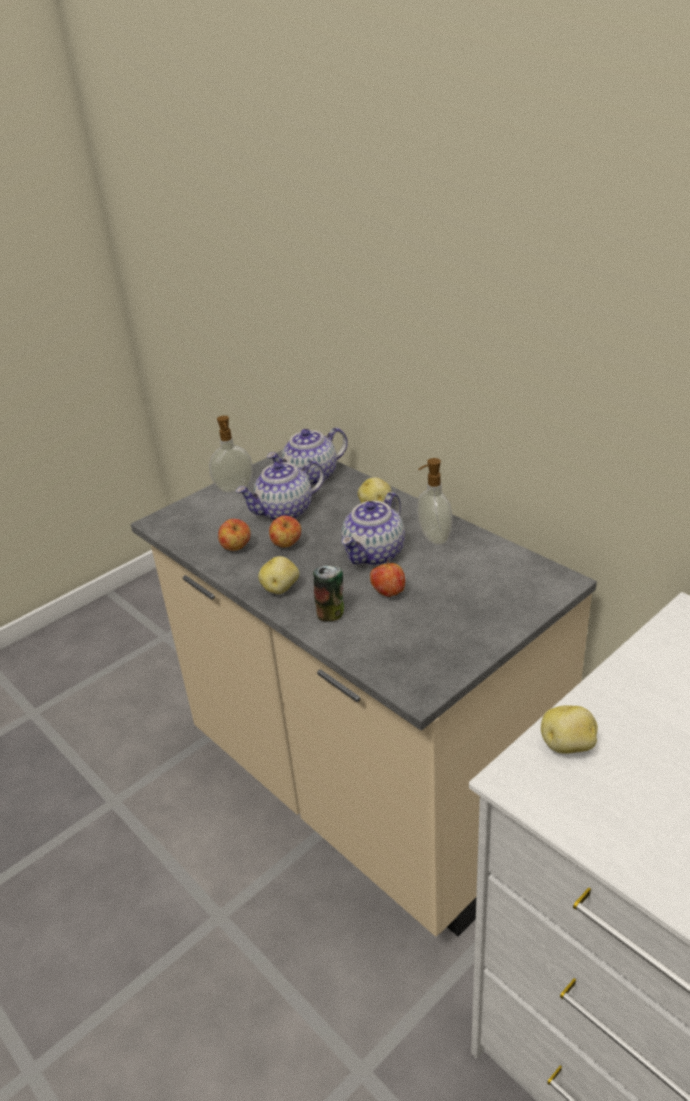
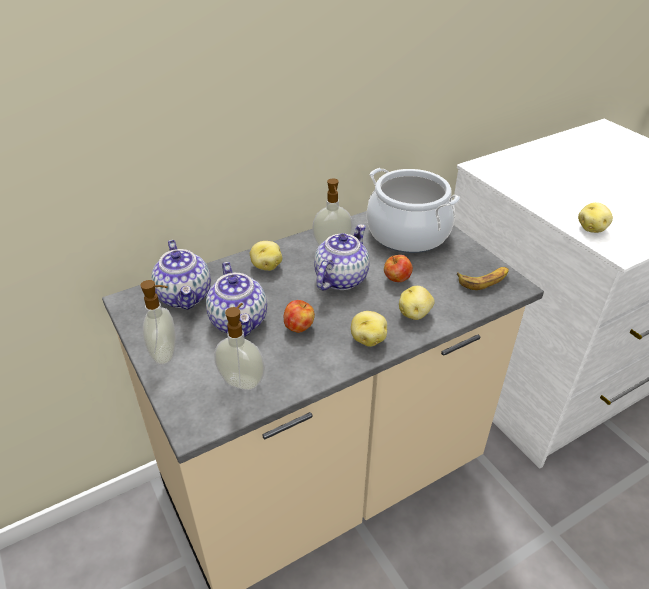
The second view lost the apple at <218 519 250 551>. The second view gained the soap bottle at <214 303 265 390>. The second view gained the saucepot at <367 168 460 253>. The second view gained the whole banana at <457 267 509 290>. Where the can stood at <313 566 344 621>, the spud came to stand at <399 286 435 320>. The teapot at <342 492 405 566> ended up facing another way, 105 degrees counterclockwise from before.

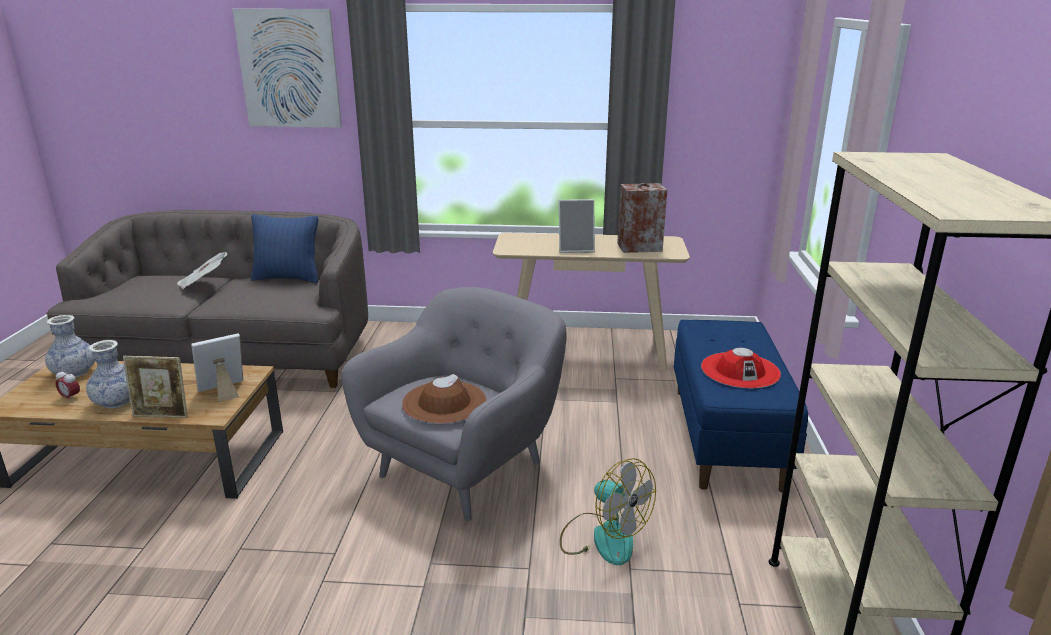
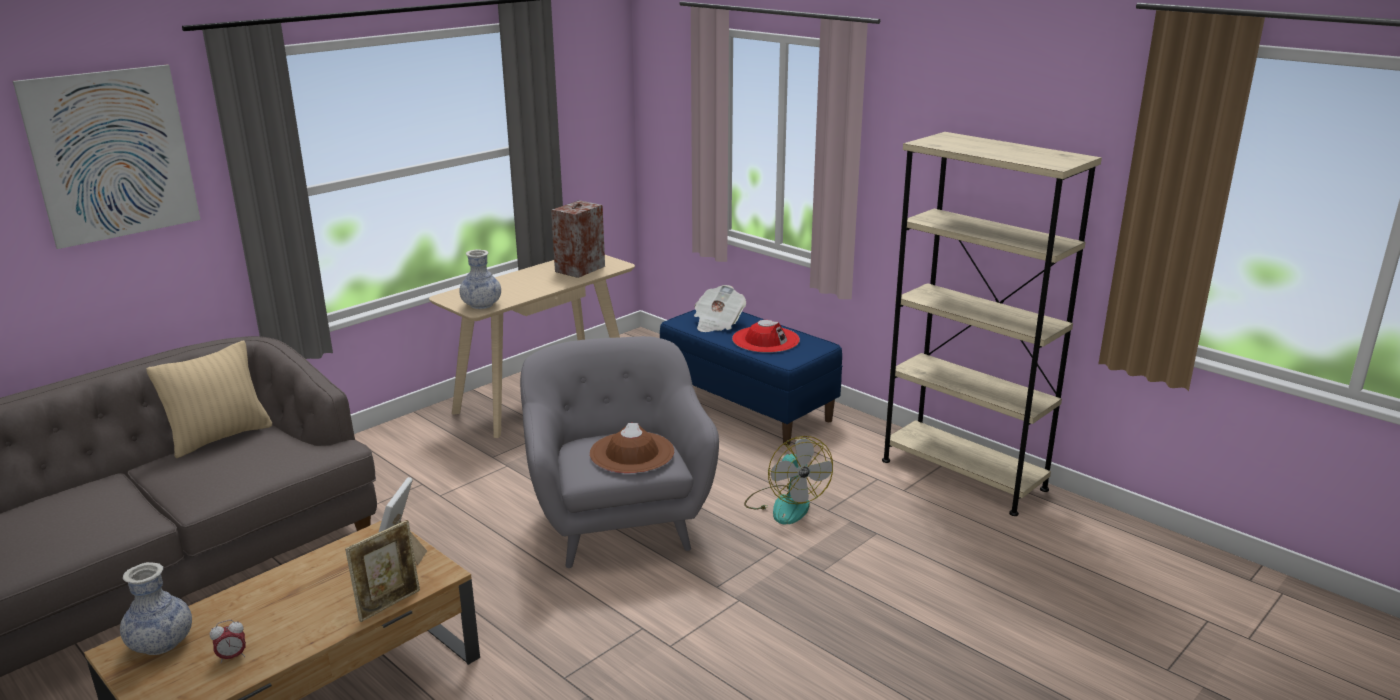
The second view lost the standing frame at <559 199 595 253>. The decorative vase ended up elsewhere, having gone from <86 340 130 408> to <459 249 501 309>. The daily paper ended up elsewhere, having gone from <177 252 227 289> to <694 285 746 332>. What was the throw pillow (bluish) at <251 214 319 283> turned into the throw pillow (beige-coloured) at <146 340 272 458>. The fan at <560 458 656 565> ended up facing another way, 75 degrees clockwise from before.

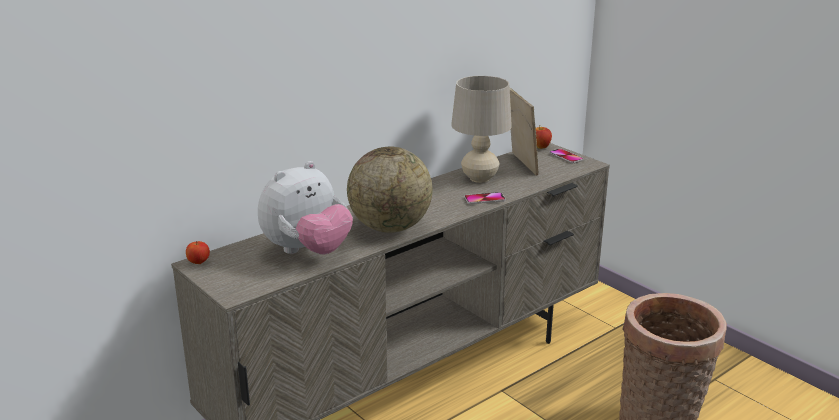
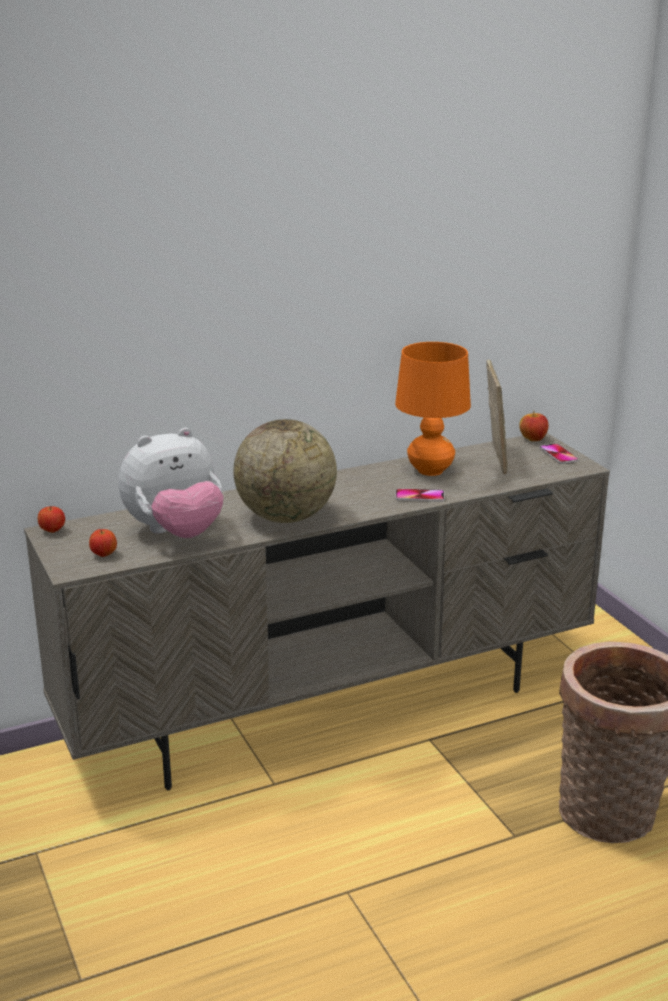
The second view gained the apple at <89 529 117 557>. What was the lamp for a table (beige-coloured) at <451 76 512 183> turned into the lamp for a table (orange-coloured) at <395 342 471 476>.

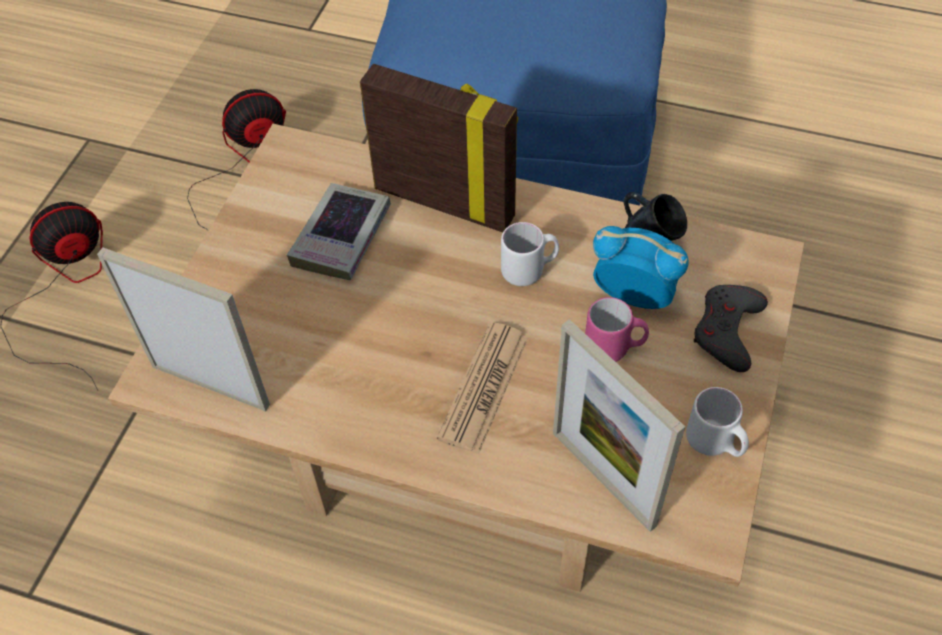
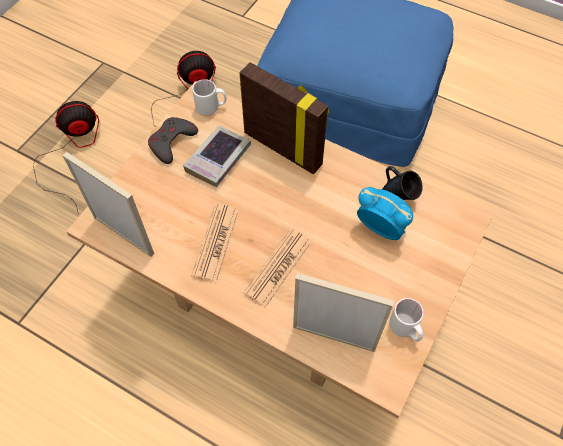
The second view lost the tea mug (pink) at <585 297 649 362>. The second view gained the daily paper at <191 204 239 283>. The tea mug (white-coloured) ended up elsewhere, having gone from <501 222 559 286> to <192 79 226 116>. The game controller (gray) ended up elsewhere, having gone from <694 285 768 372> to <148 117 198 164>. The standing frame at <553 319 685 532> ended up facing another way, 135 degrees clockwise from before.

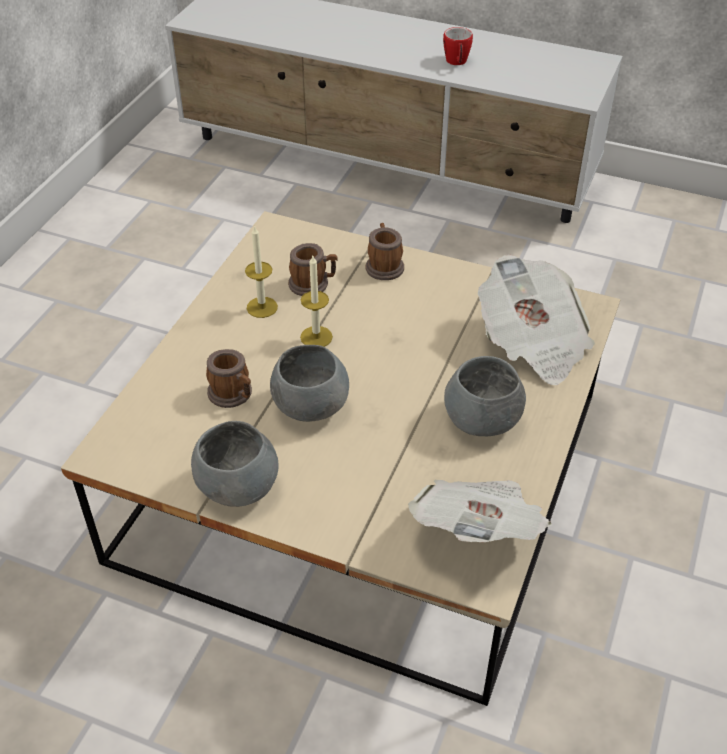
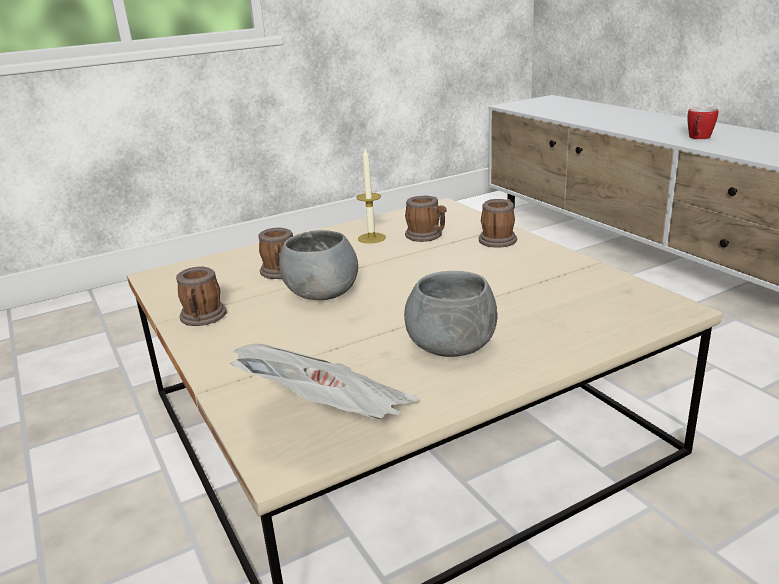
The second view lost the candle at <300 256 333 347>. The second view lost the daily paper at <478 254 595 385>. Where the serving bowl (gray) stood at <191 421 279 507>, the tea mug came to stand at <176 267 227 326>.

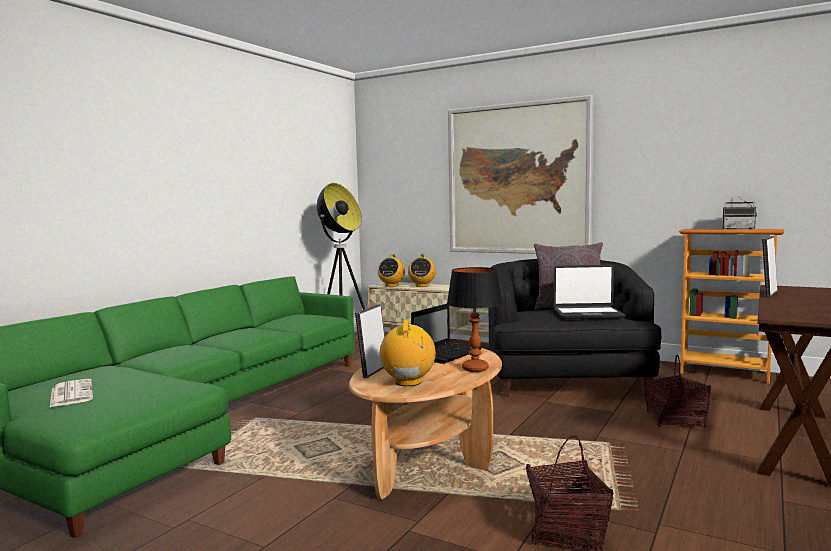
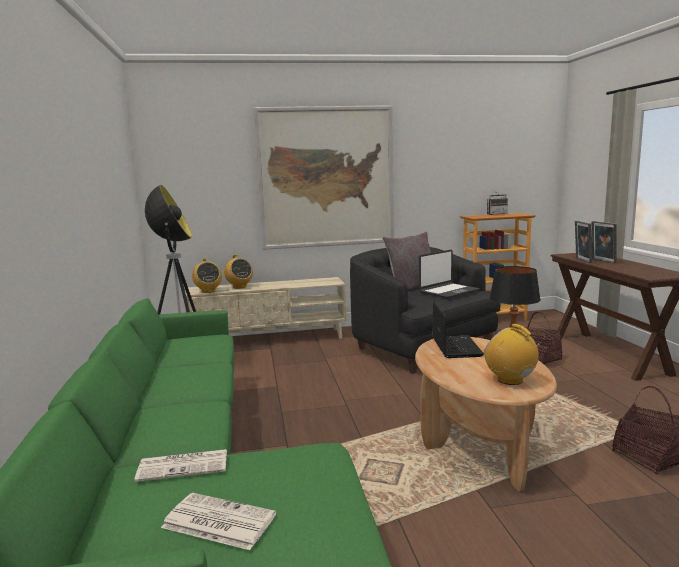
The second view gained the daily paper at <134 449 227 482>. The standing frame ended up elsewhere, having gone from <355 304 385 378> to <592 221 617 264>.

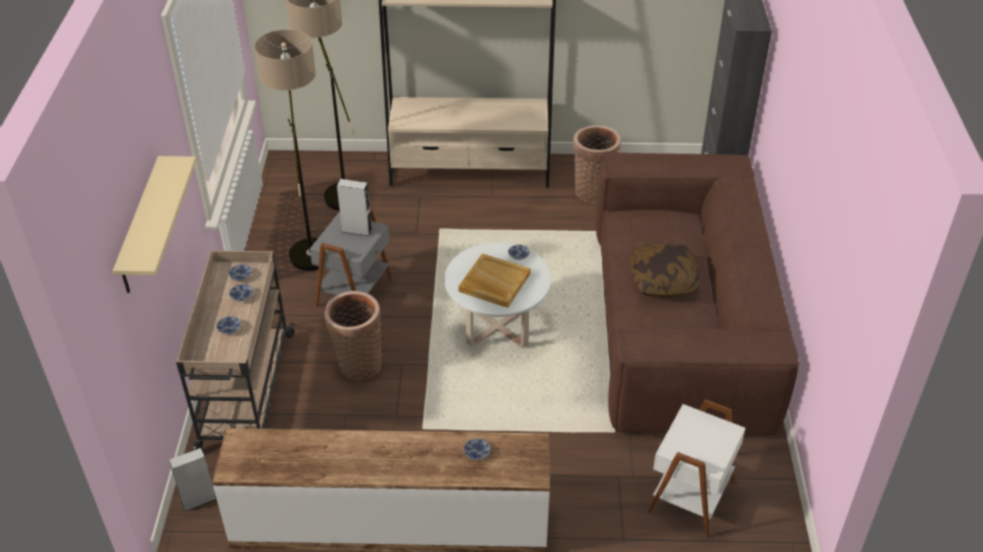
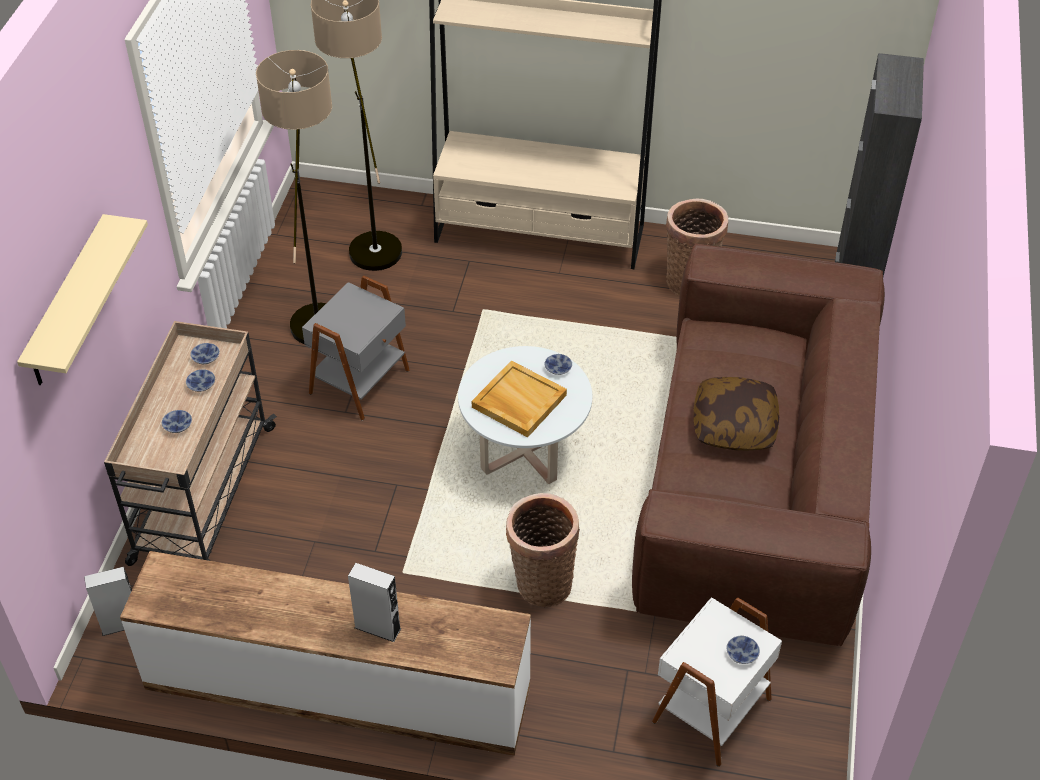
The household basket ended up elsewhere, having gone from <325 291 382 380> to <506 493 580 607>. The audio speaker (gray) ended up elsewhere, having gone from <337 179 372 236> to <348 563 401 642>. The serving bowl ended up elsewhere, having gone from <463 439 490 460> to <727 636 760 664>.

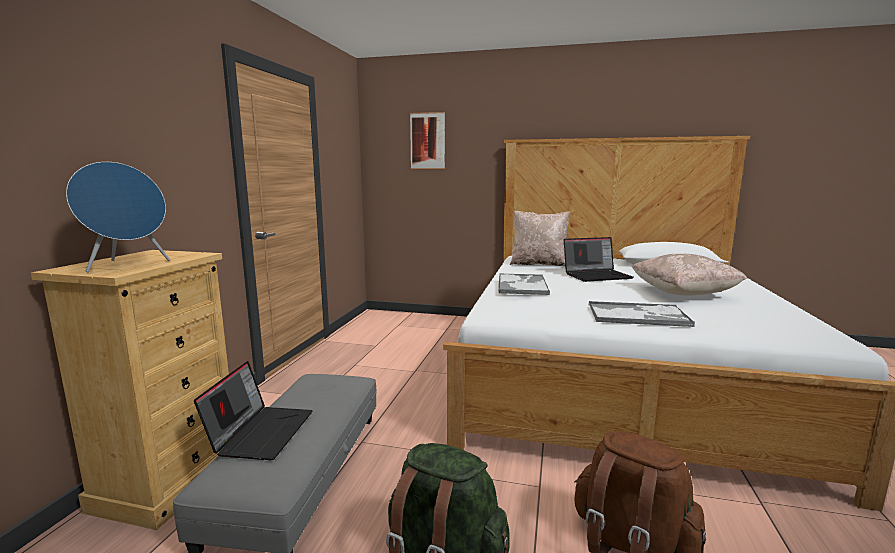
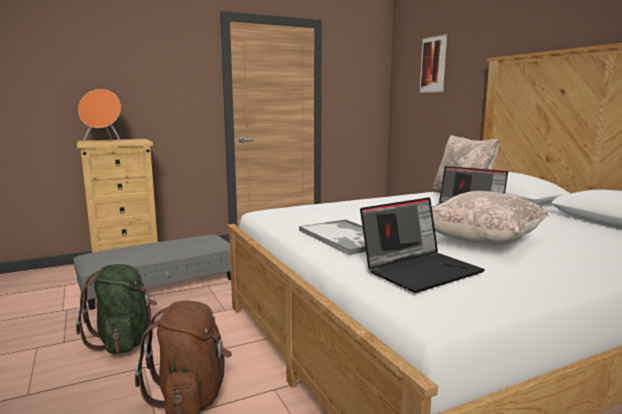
The second view lost the tray at <498 274 550 295>. The notebook computer ended up elsewhere, having gone from <194 361 312 460> to <360 197 485 293>. What was the audio speaker (bluish) at <66 162 170 272> turned into the audio speaker (orange-coloured) at <78 89 121 142>.

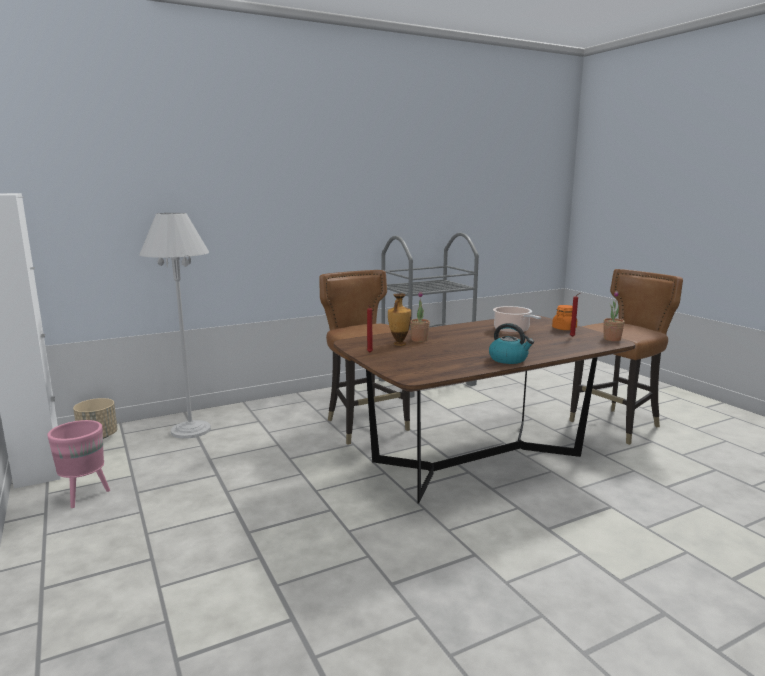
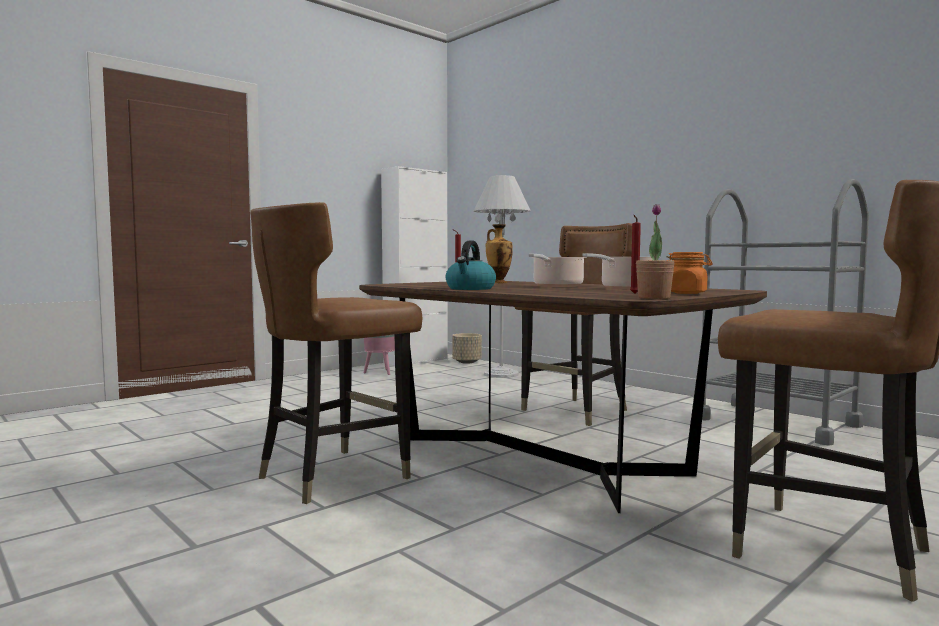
The second view lost the plant in a pot at <410 291 430 342>. The second view gained the plain chair (brownish) at <250 202 422 504>. The second view gained the saucepot at <529 254 586 287>.

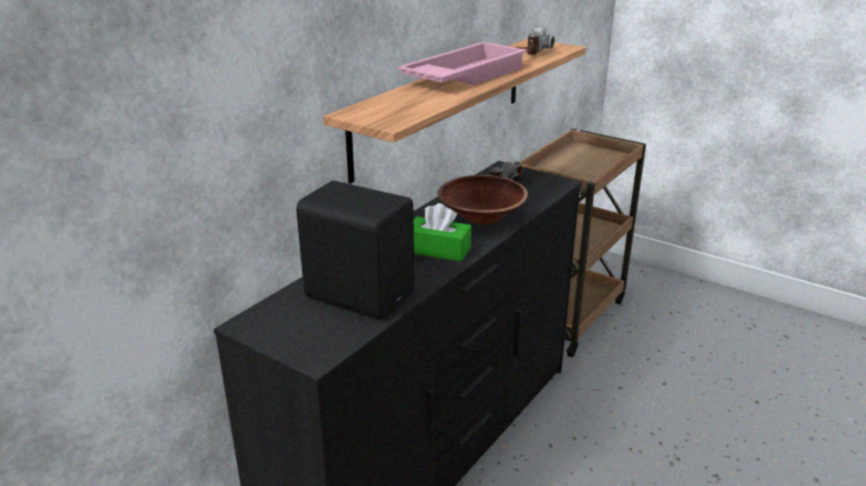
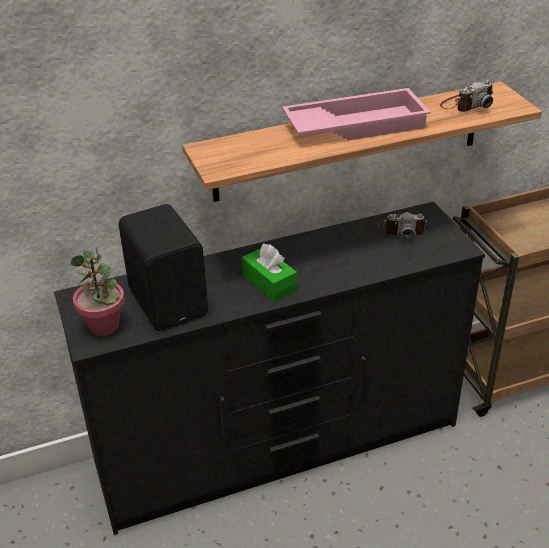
The second view lost the serving bowl (brownish) at <438 175 528 224>. The second view gained the plant in a pot at <71 247 125 336>.

